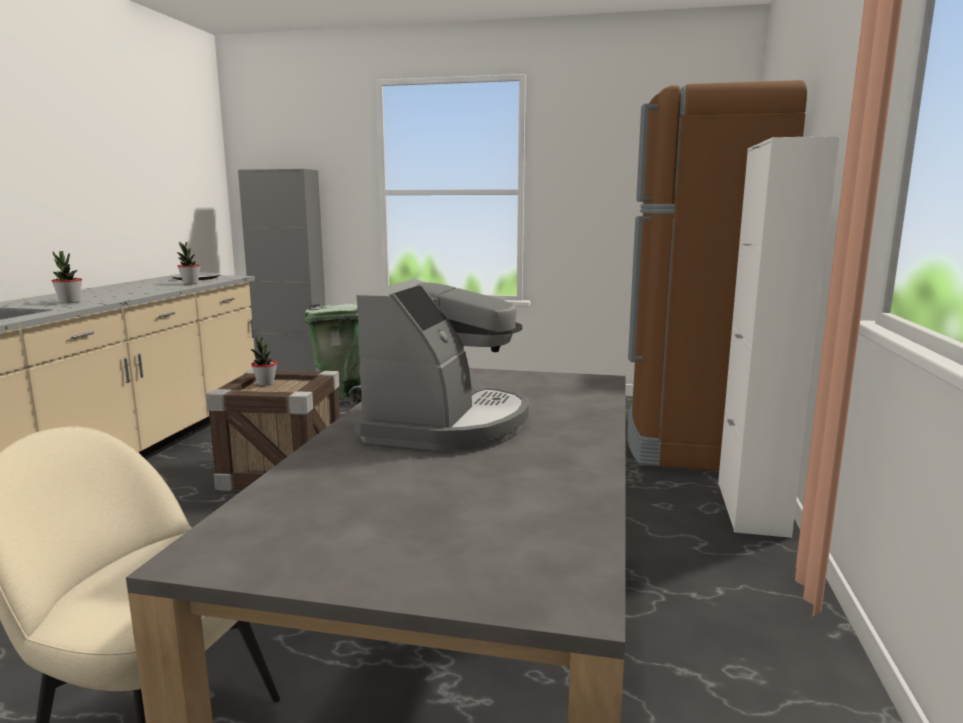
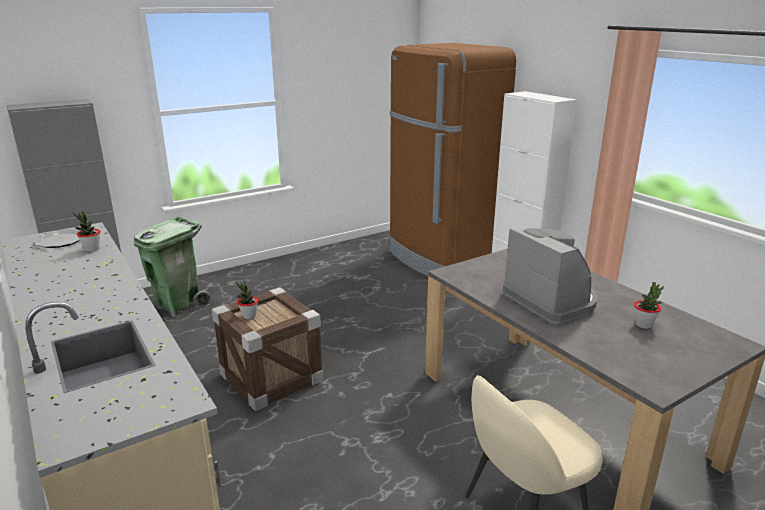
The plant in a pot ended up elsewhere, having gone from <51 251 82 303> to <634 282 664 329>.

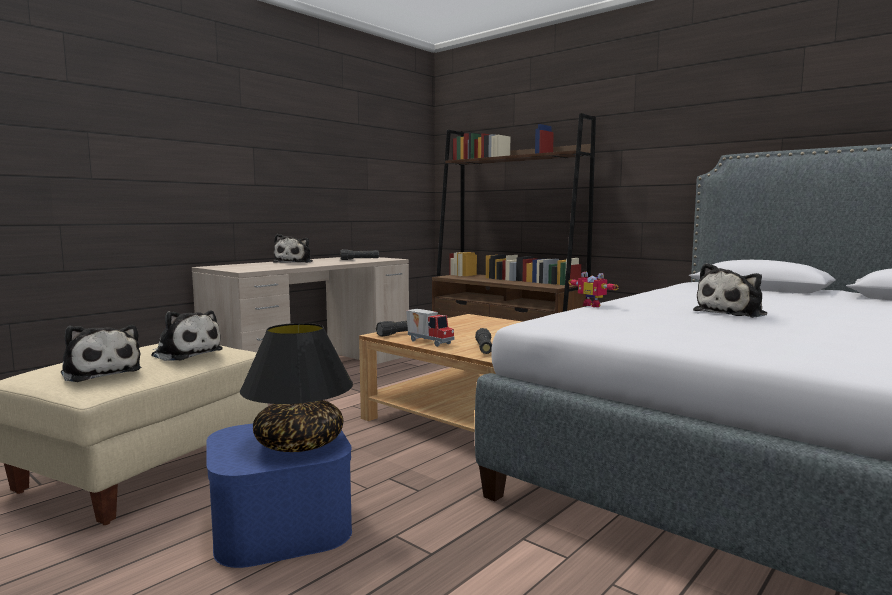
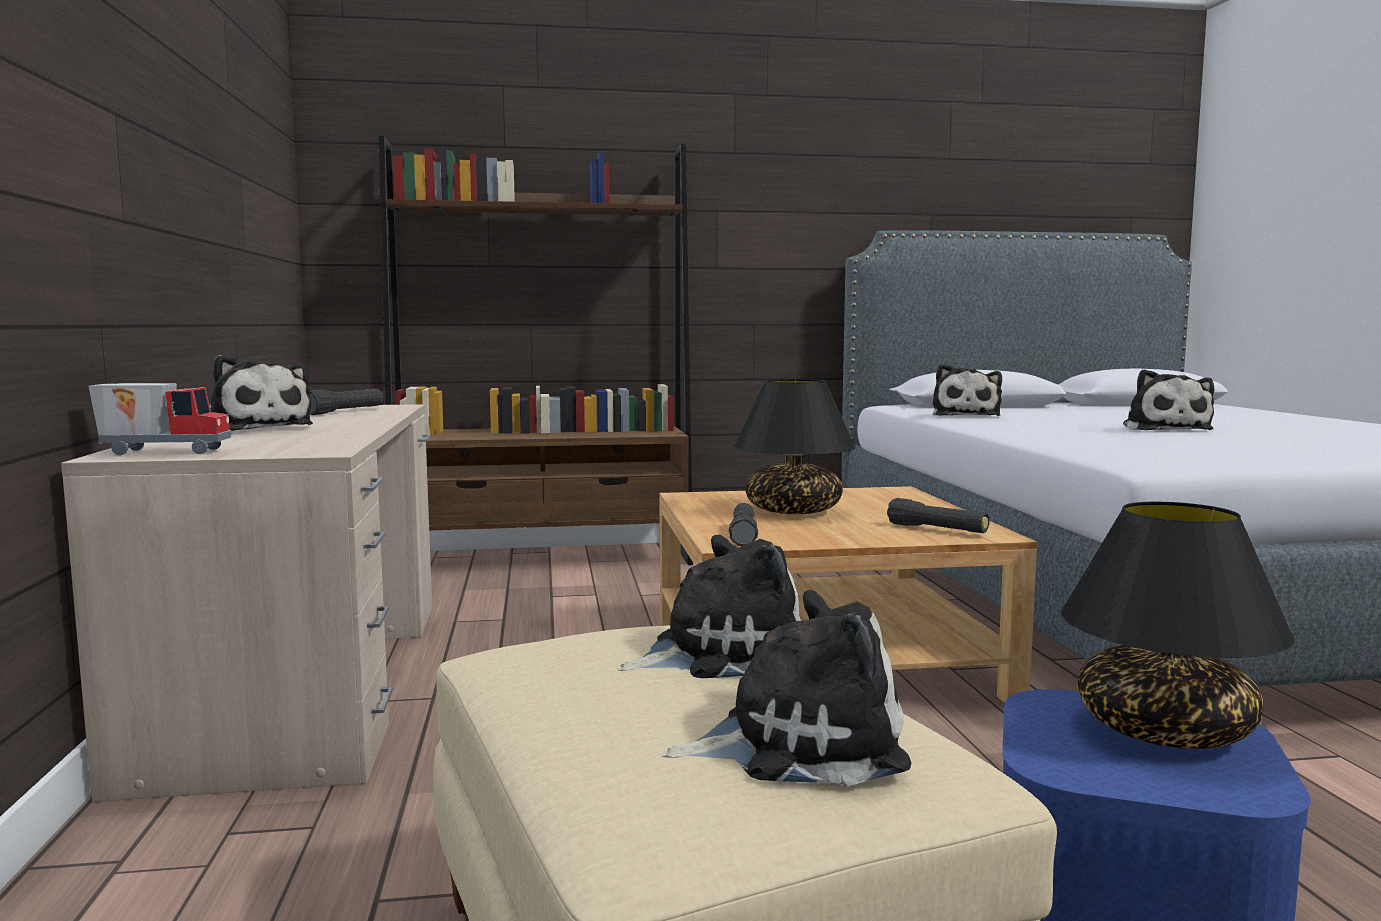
The second view lost the model robot at <568 272 619 307>. The second view gained the lamp for a table (black-coloured) at <734 379 856 514>. The second view gained the plush toy at <933 364 1002 416>. The toy lorry ended up elsewhere, having gone from <406 309 454 347> to <89 383 231 455>.

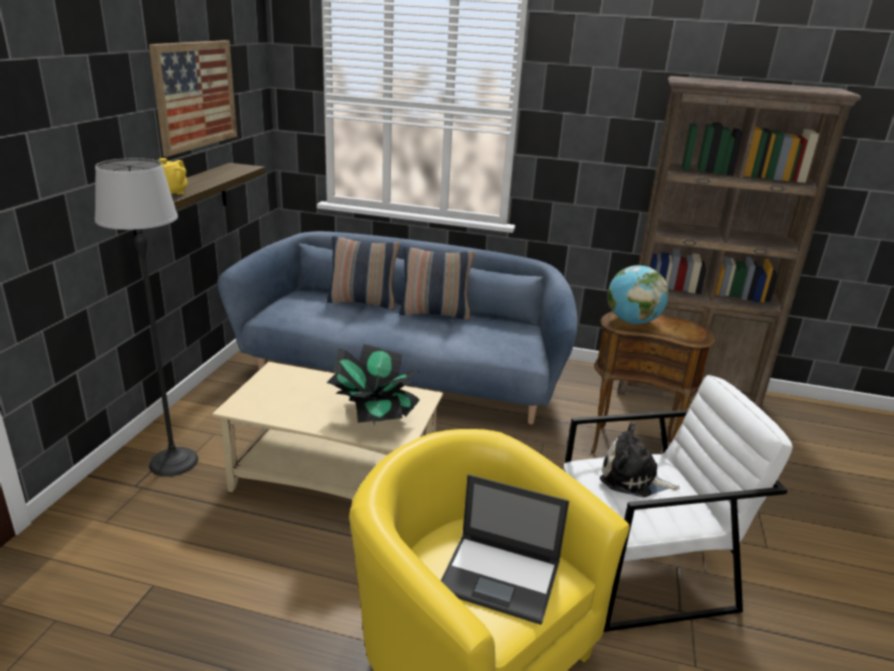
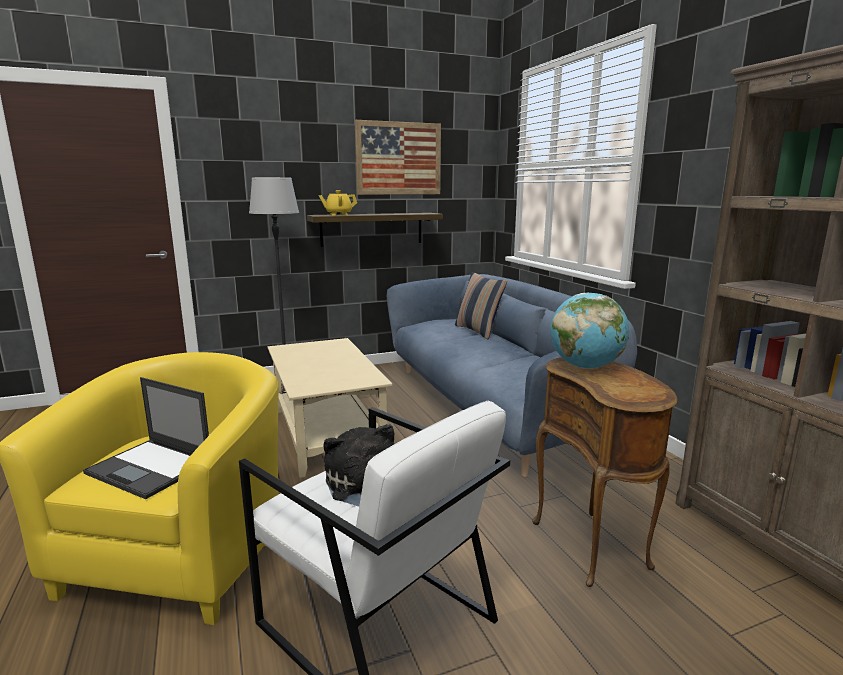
The second view lost the plant in a pot at <327 344 420 423>. The second view lost the throw pillow at <399 247 474 320>. The notebook computer at <441 474 569 625> ended up facing another way, 45 degrees counterclockwise from before.

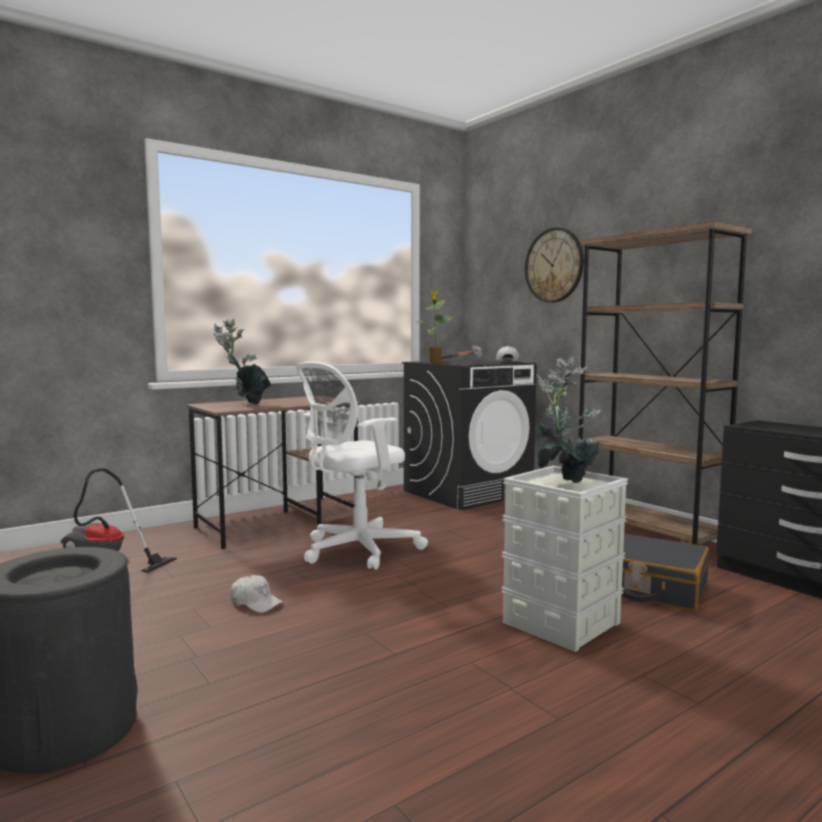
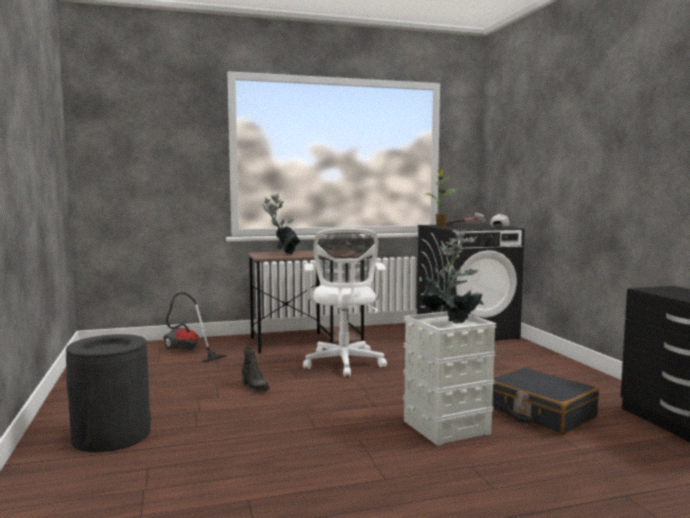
The second view lost the wall clock at <525 227 584 303>. The second view lost the shelving unit (brownish) at <578 221 752 545>. Where the peaked cap (white-coloured) stood at <230 575 283 613>, the tall boot (black-coloured) came to stand at <242 347 269 392>. The computer chair (white-coloured) at <296 362 428 570> ended up facing another way, 75 degrees counterclockwise from before.

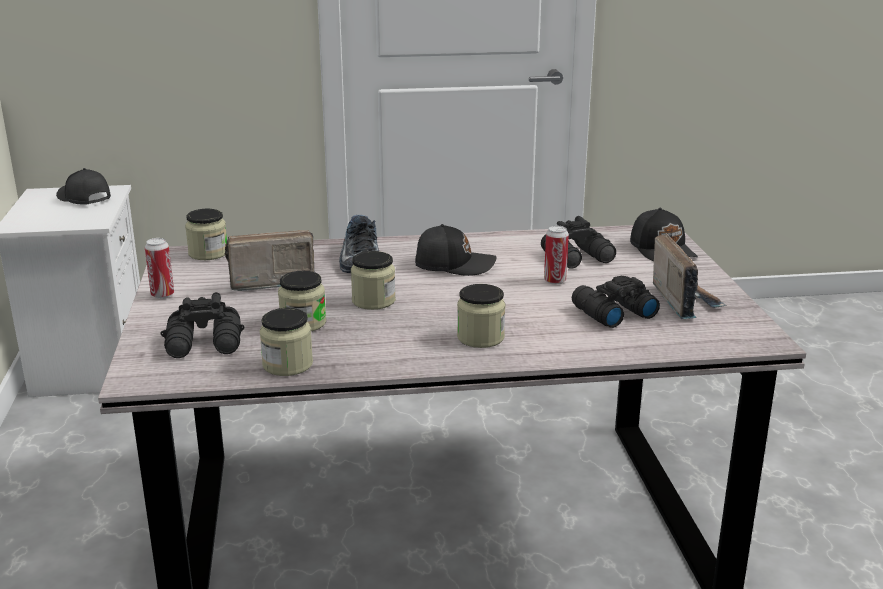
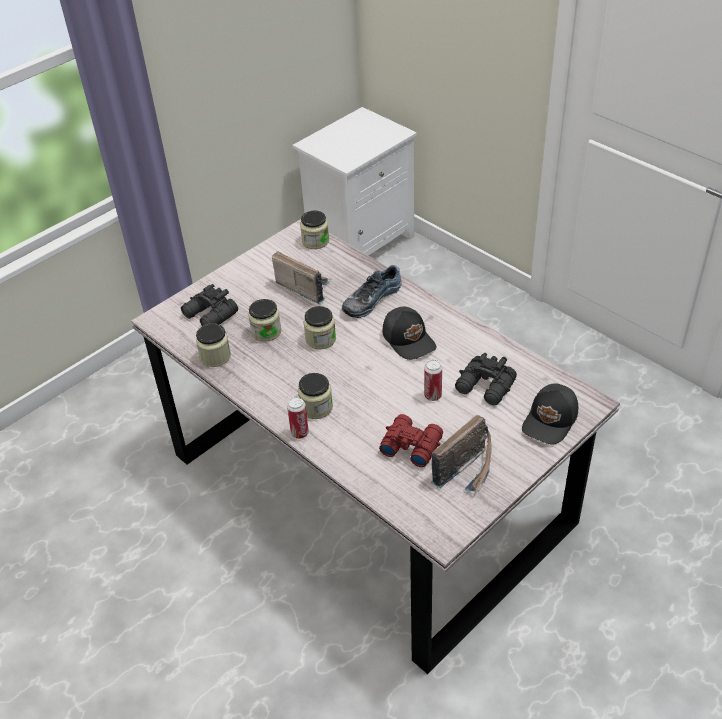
The second view lost the peaked cap (black-coloured) at <56 168 111 204>. The can ended up elsewhere, having gone from <145 238 174 299> to <287 397 309 439>. What was the binoculars (black-coloured) at <572 276 660 328> turned into the binoculars (red) at <379 414 443 467>.

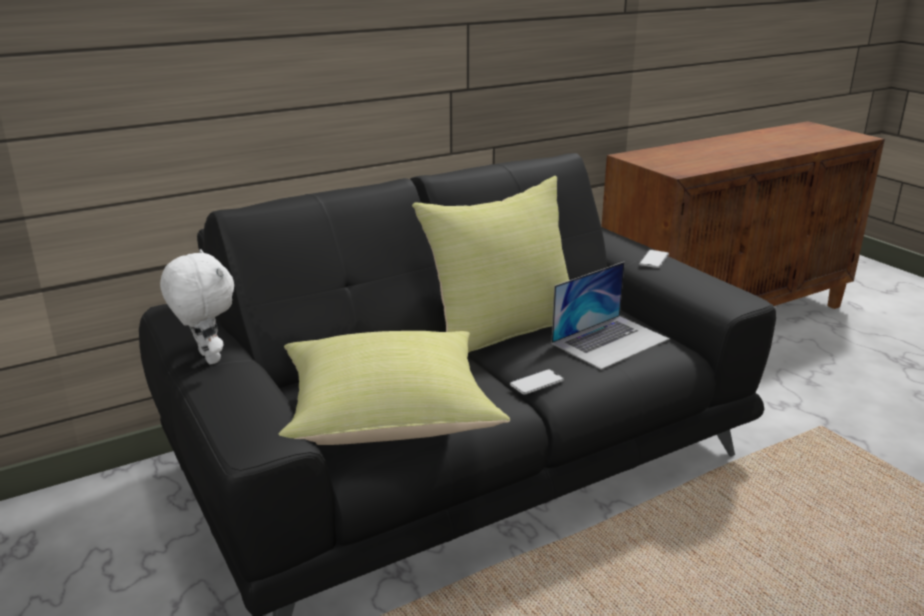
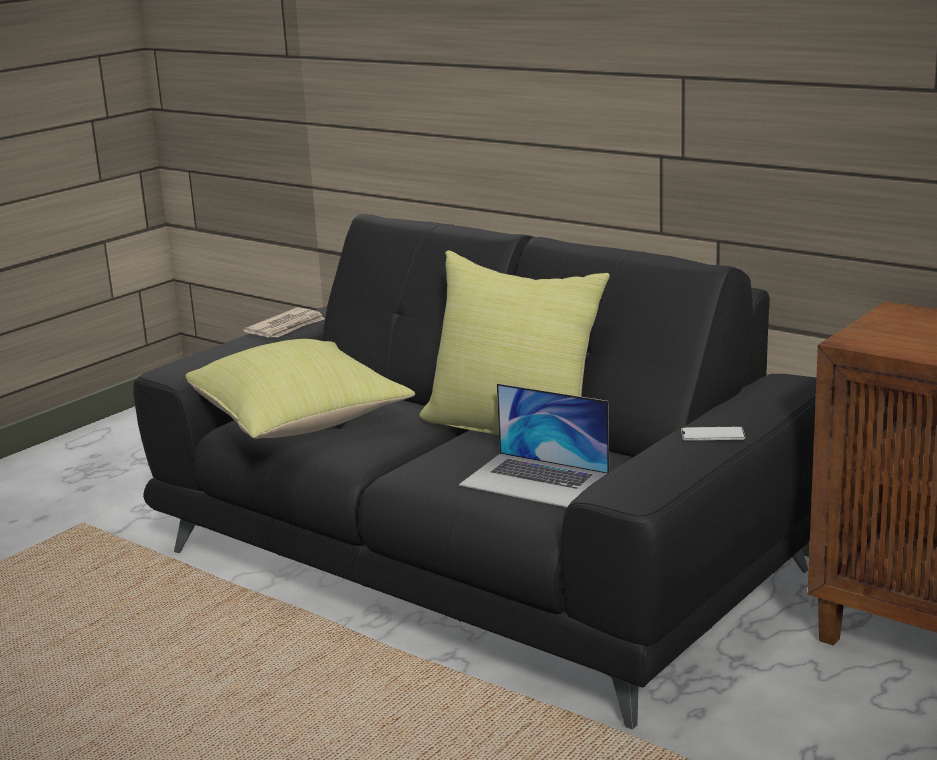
The second view lost the phone at <510 369 564 394>. Where the plush toy (white-coloured) stood at <160 249 234 364>, the daily paper came to stand at <243 307 325 338>.

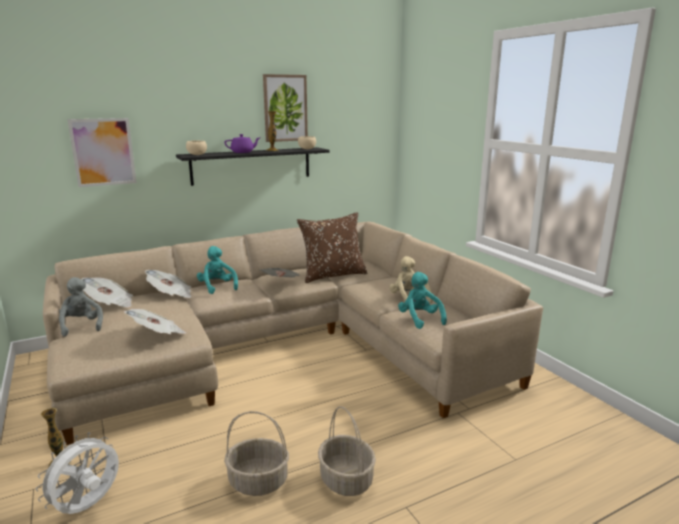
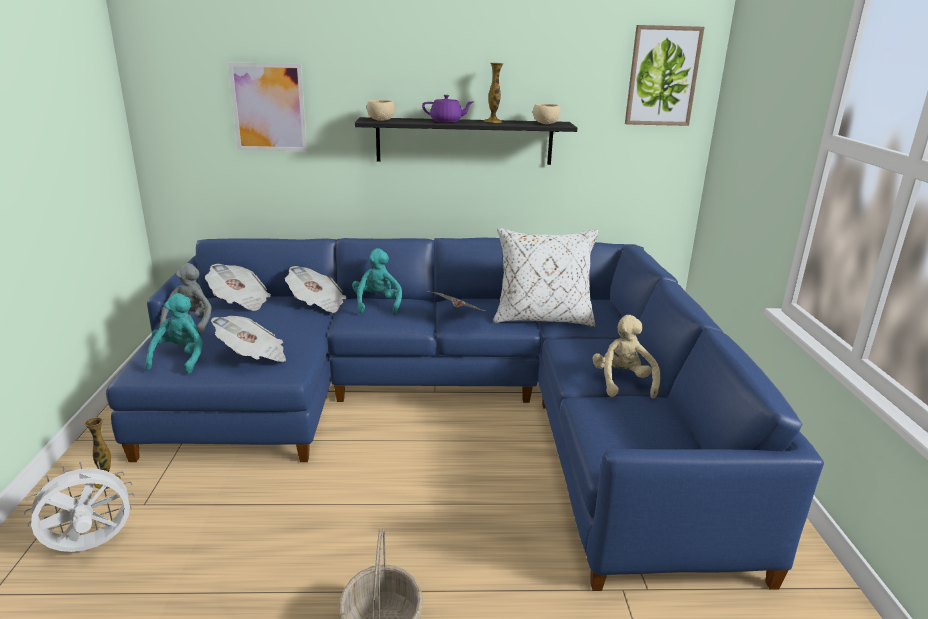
The second view lost the household basket at <224 411 289 496>. The picture ended up elsewhere, having gone from <263 74 308 142> to <625 25 704 126>. The plush toy (turquoise) ended up elsewhere, having gone from <398 272 447 329> to <145 293 203 374>. What was the couch (beige-coloured) at <43 221 543 445> turned into the couch (bluish) at <106 238 824 591>. What was the throw pillow (brownish) at <297 212 368 283> turned into the throw pillow (white-coloured) at <493 228 598 327>.

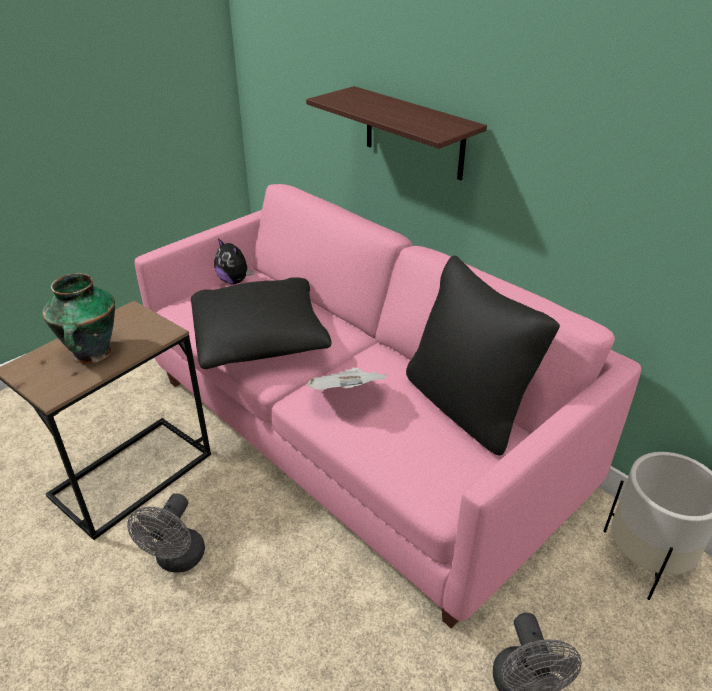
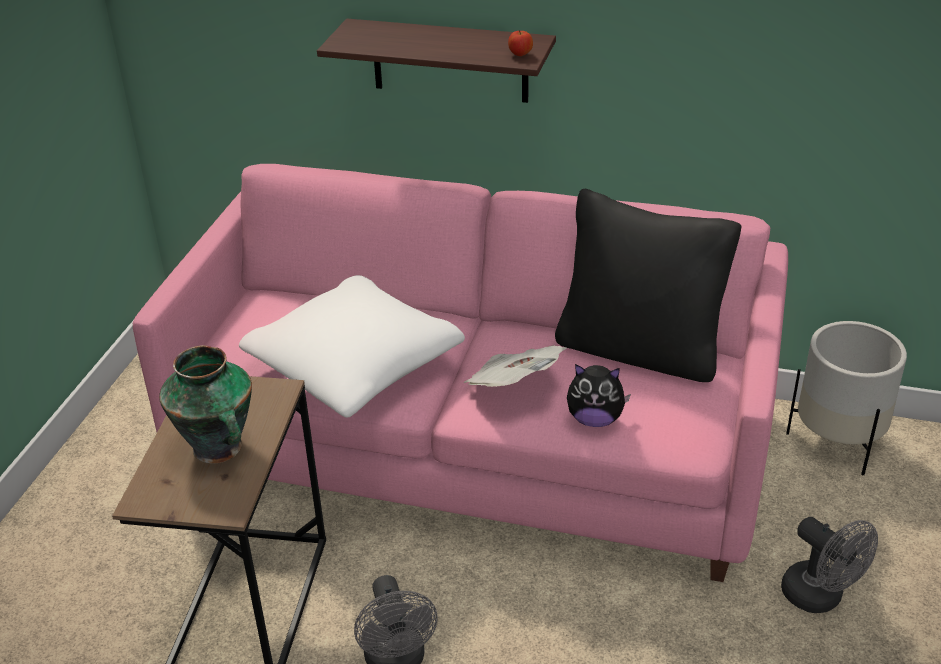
The second view gained the apple at <508 31 533 56>. The plush toy ended up elsewhere, having gone from <214 238 253 284> to <567 364 631 427>. What was the throw pillow (black-coloured) at <191 277 331 369> turned into the throw pillow (white-coloured) at <239 275 465 418>.

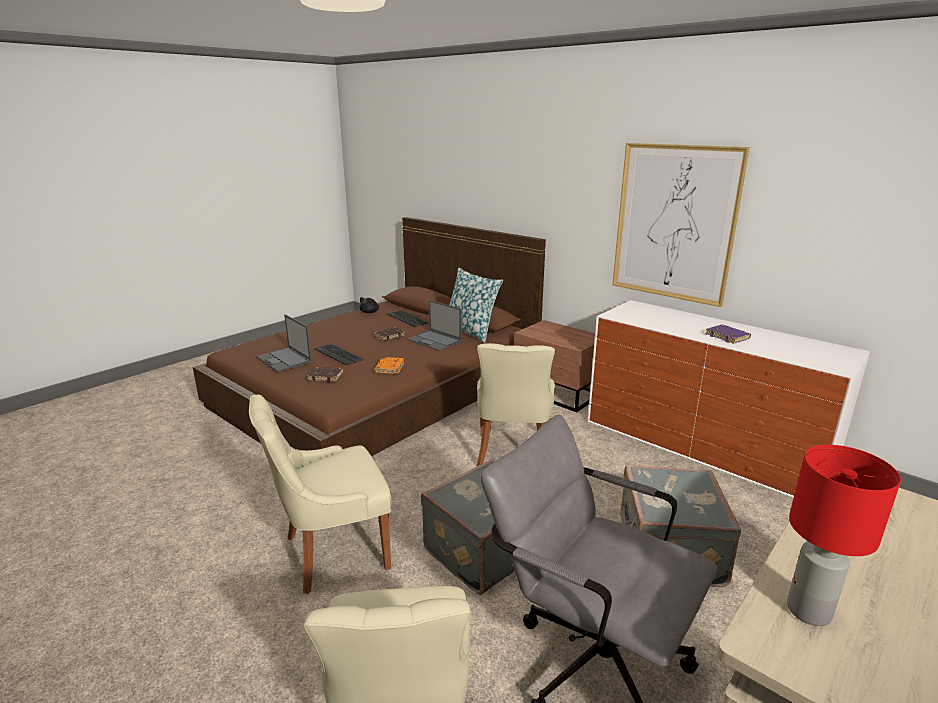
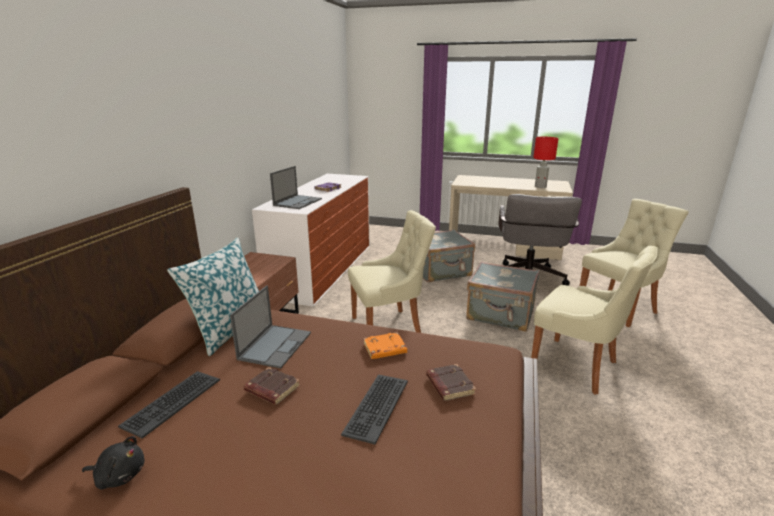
The second view lost the picture at <612 143 750 307>. The notebook computer ended up elsewhere, having gone from <256 314 312 372> to <270 166 322 209>.

